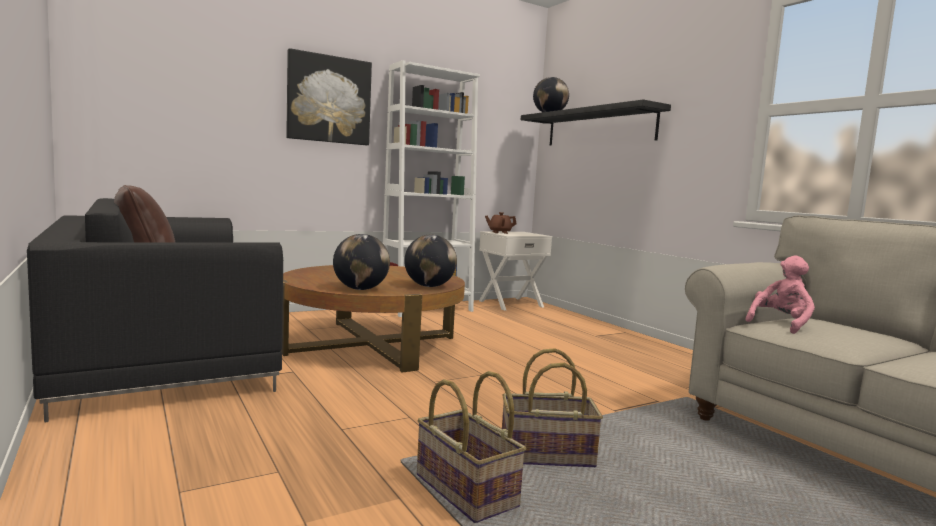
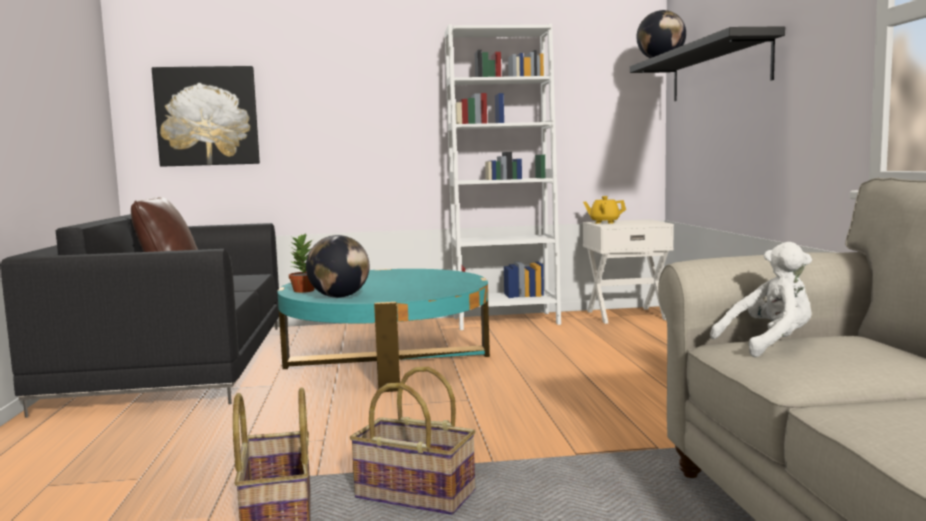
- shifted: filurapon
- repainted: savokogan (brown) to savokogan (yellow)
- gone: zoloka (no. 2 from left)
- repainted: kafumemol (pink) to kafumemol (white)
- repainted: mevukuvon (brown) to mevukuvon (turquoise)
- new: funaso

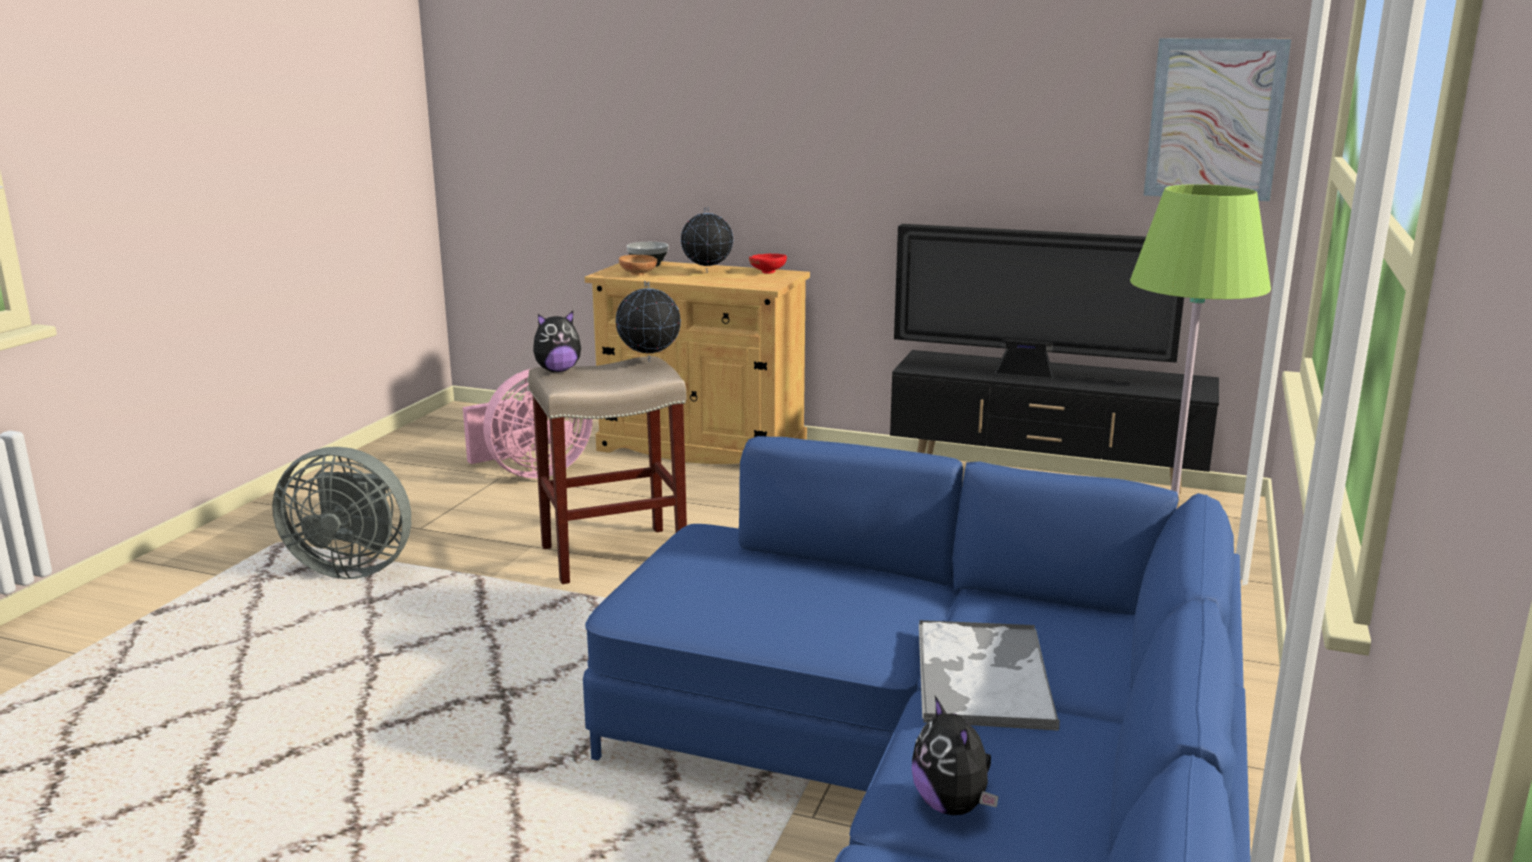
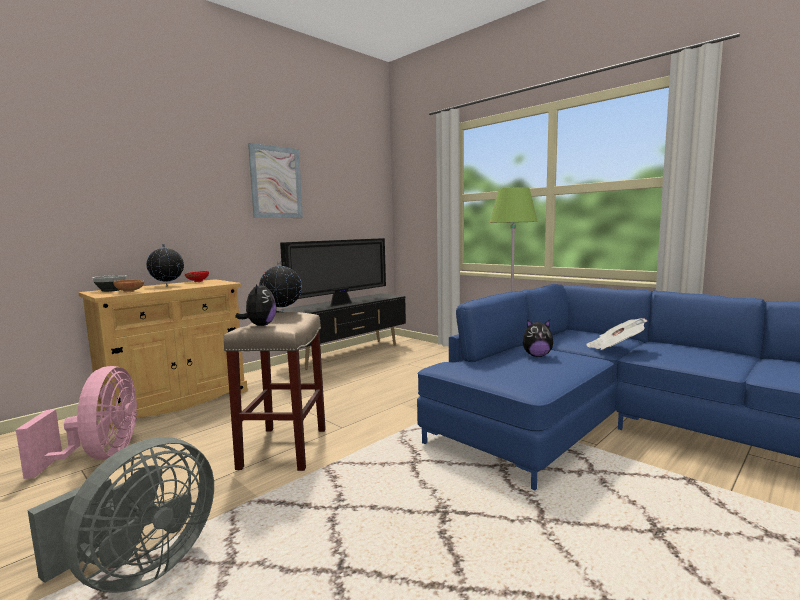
- shifted: filurapon
- swapped: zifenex to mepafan
- shifted: kafumemol (no. 2 from left)

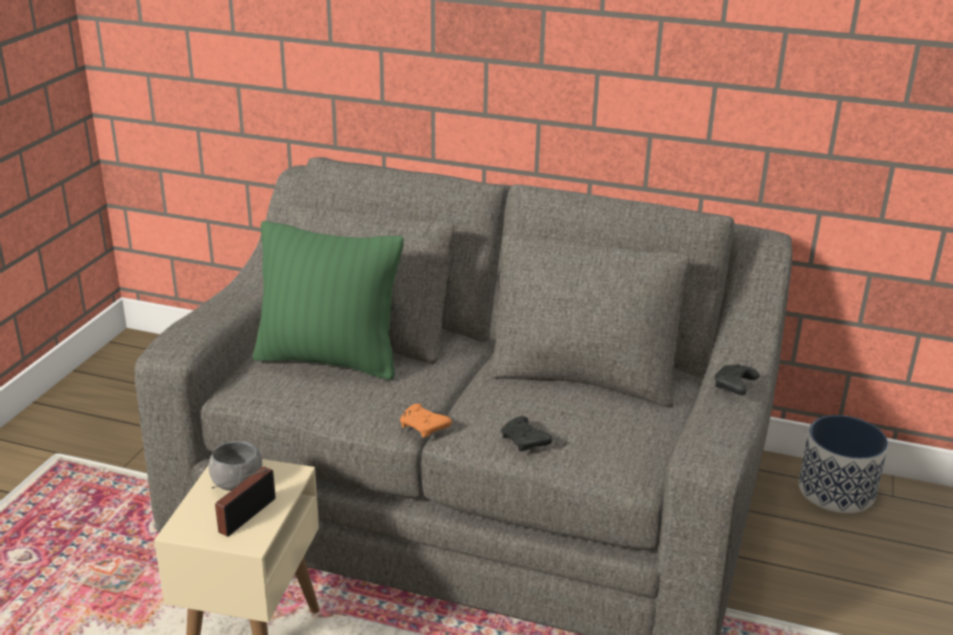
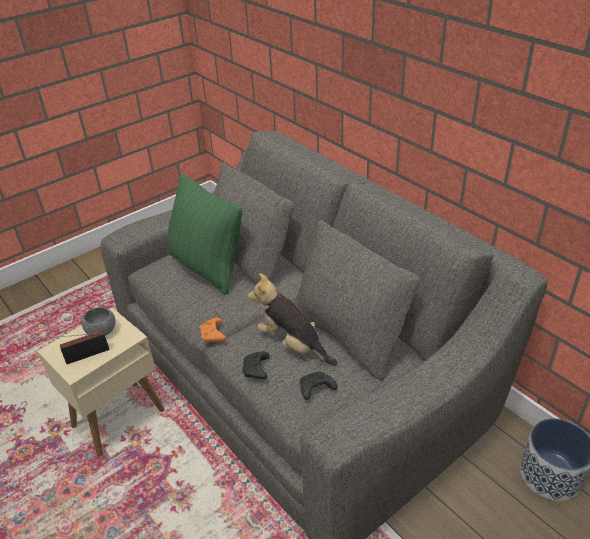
- shifted: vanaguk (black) (no. 2 from left)
- new: kafumemol

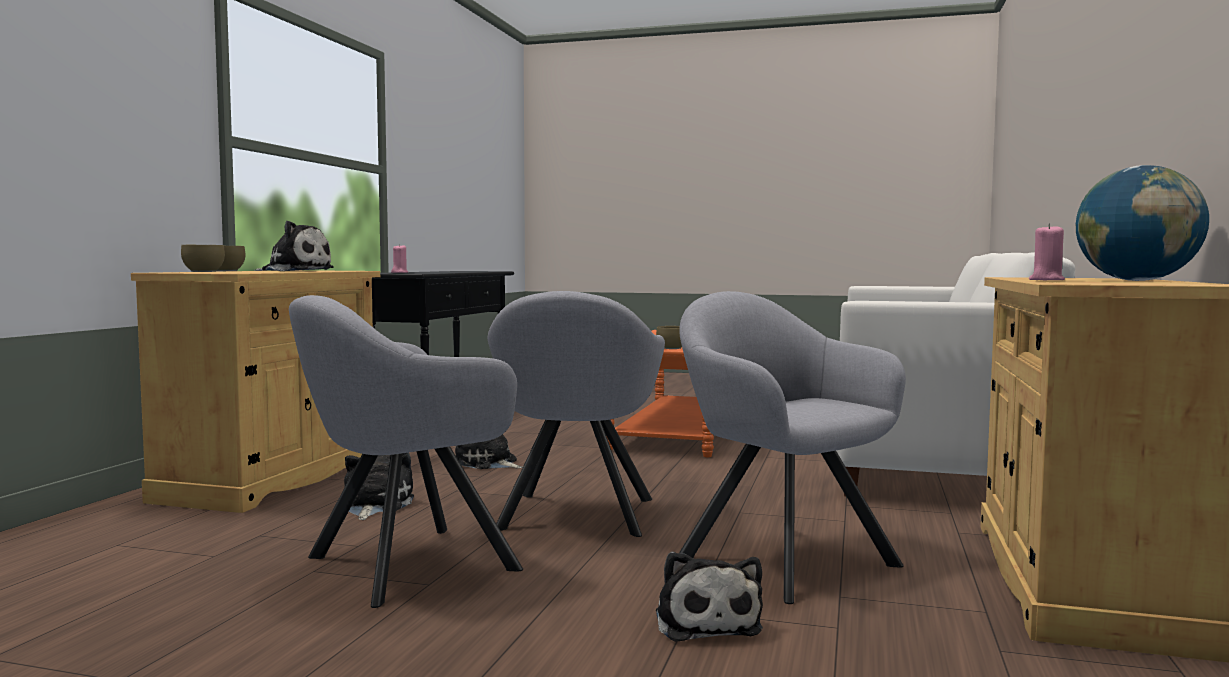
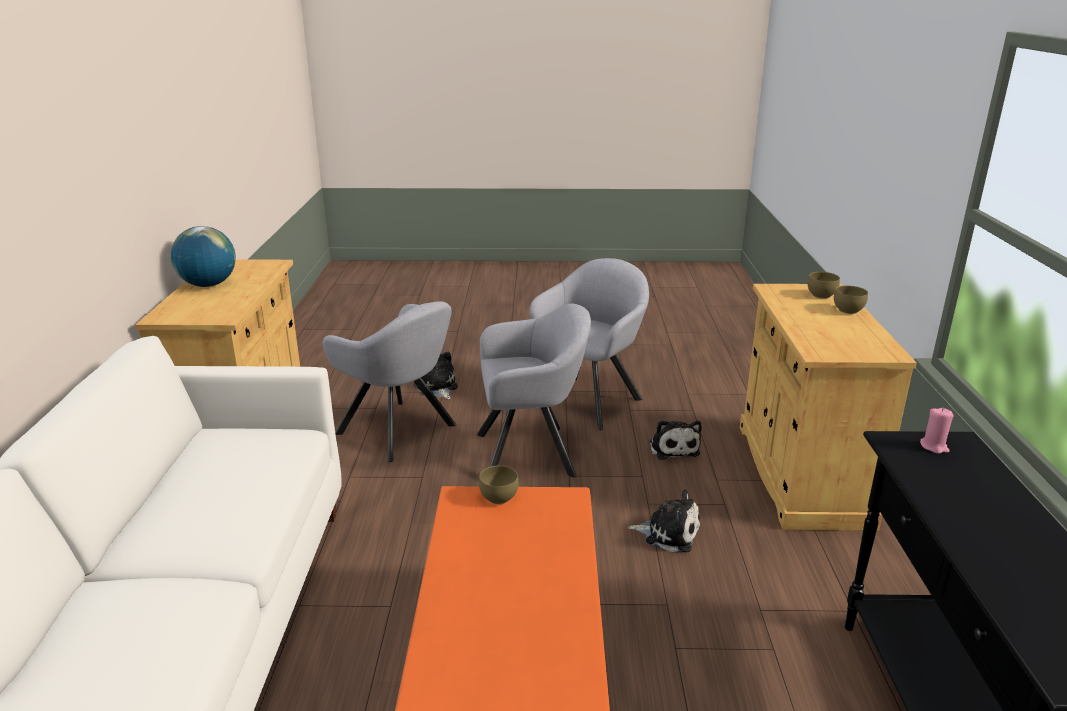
- gone: kafumemol (no. 1 from left)
- gone: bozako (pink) (no. 2 from left)
- rotated: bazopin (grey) (no. 2 from left) 90 degrees clockwise

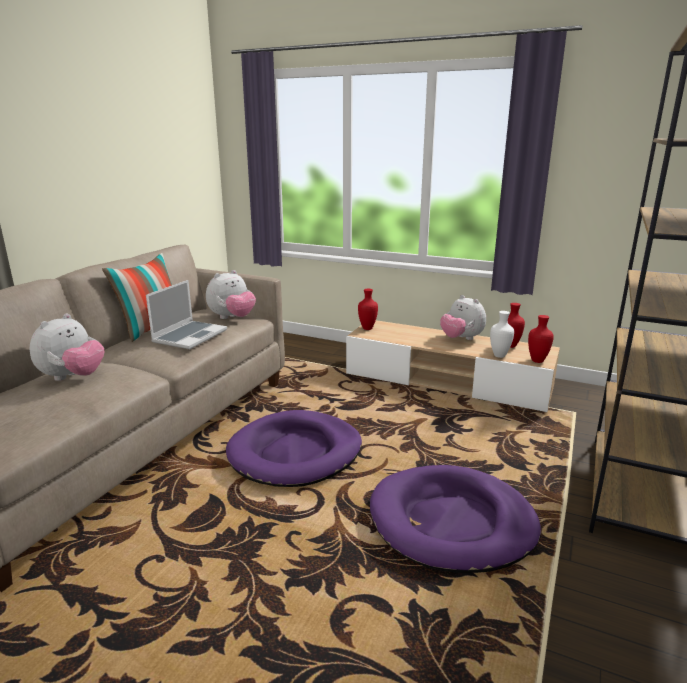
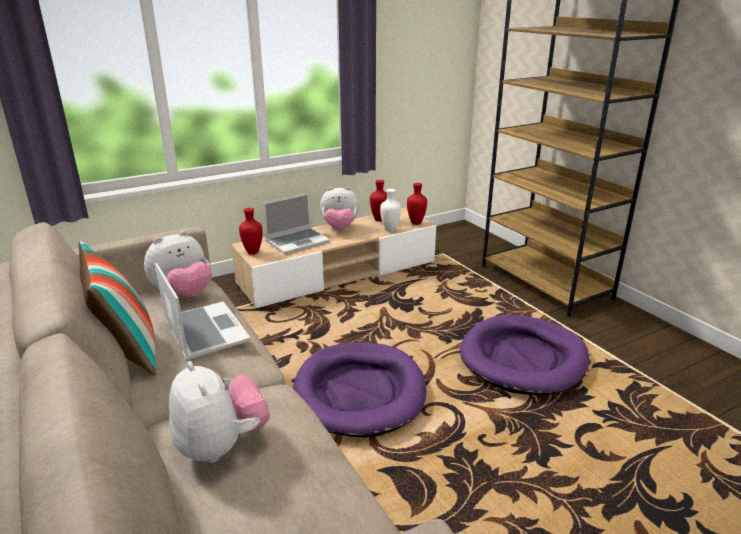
- rotated: kafumemol (no. 2 from left in the first image) 60 degrees clockwise
- new: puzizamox (no. 2 from left)

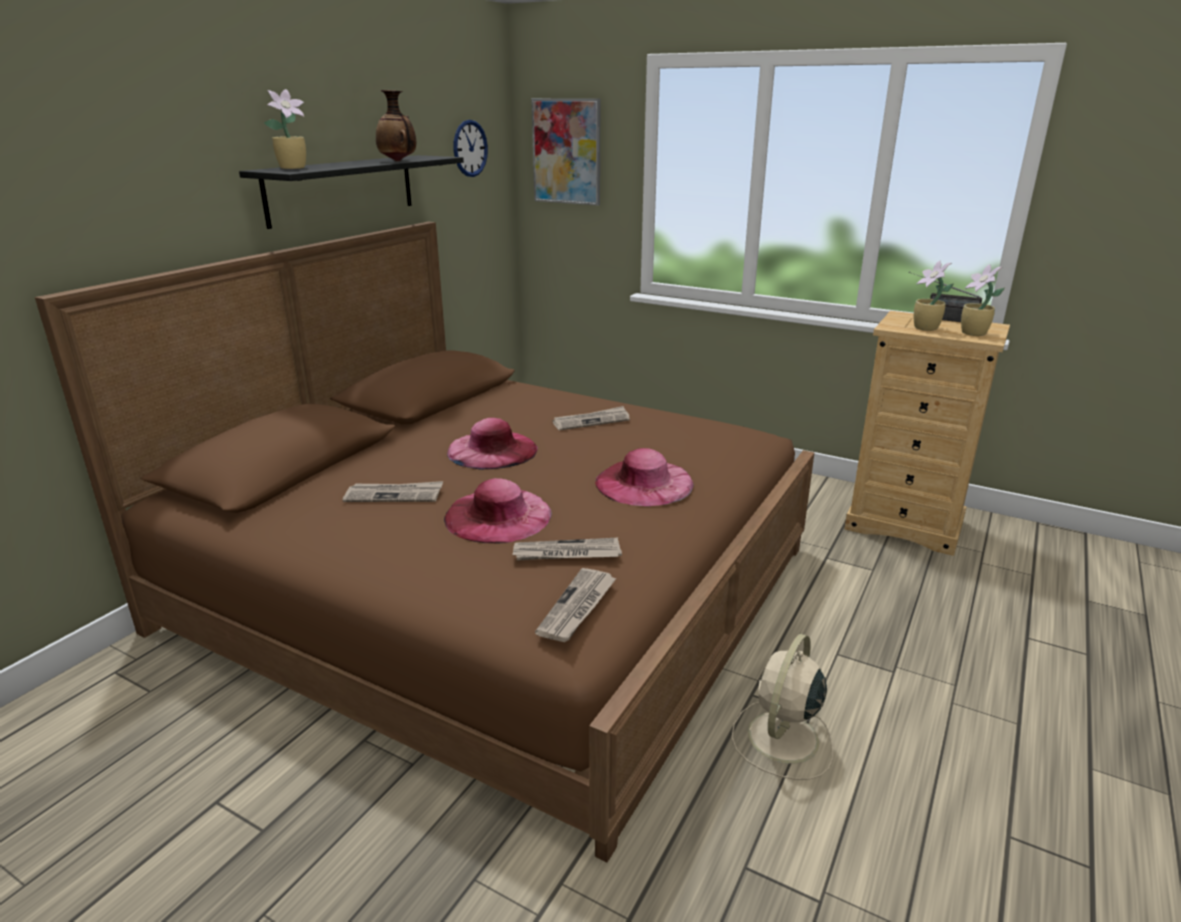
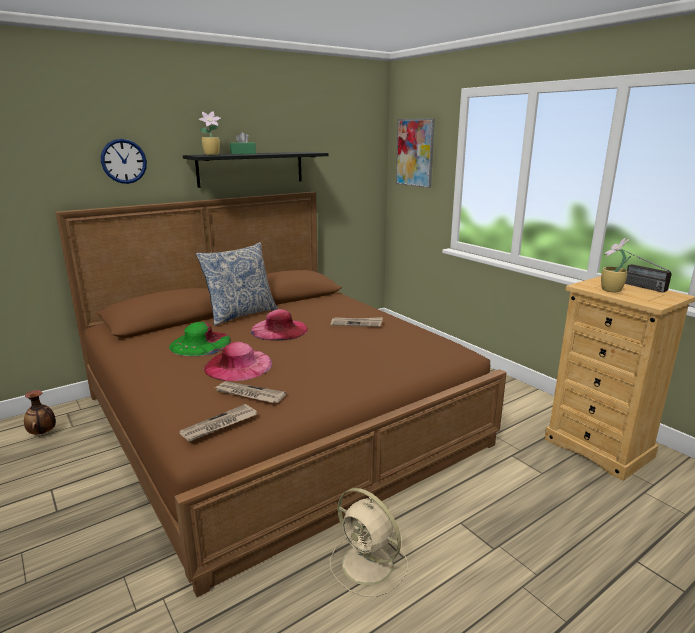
- shifted: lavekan
- shifted: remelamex
- gone: funaso (no. 3 from left)
- gone: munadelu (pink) (no. 3 from left)
- swapped: mepafan (no. 1 from left) to munadelu (green)
- rotated: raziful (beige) 105 degrees counterclockwise
- new: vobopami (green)
- new: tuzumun

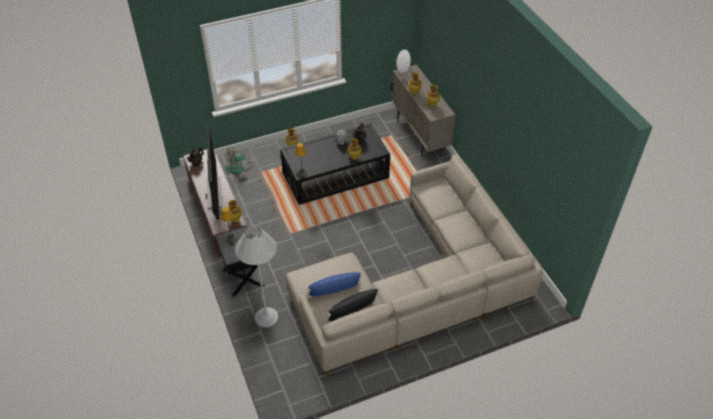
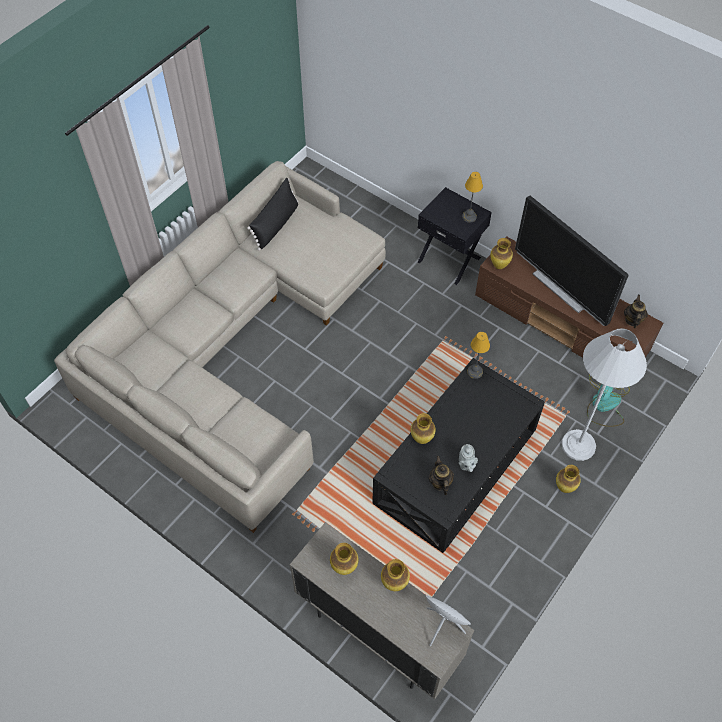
- shifted: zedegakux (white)
- gone: tuzumun (blue)

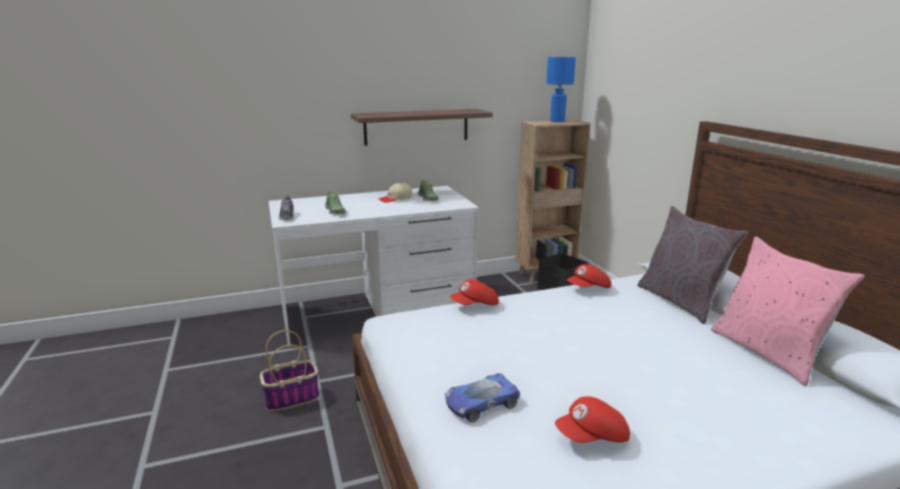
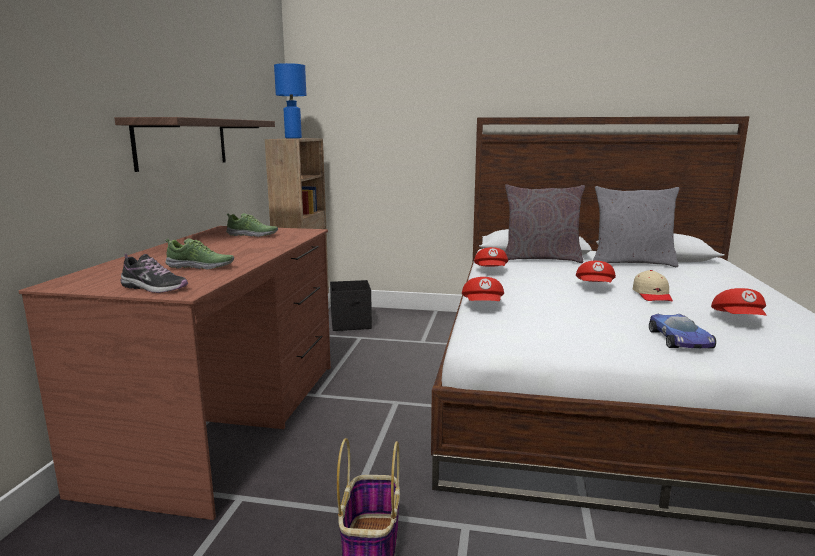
- shifted: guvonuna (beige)
- repainted: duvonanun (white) to duvonanun (brown)
- repainted: tuzumun (pink) to tuzumun (grey) (no. 2 from left)
- new: guvonuna (red) (no. 3 from left)

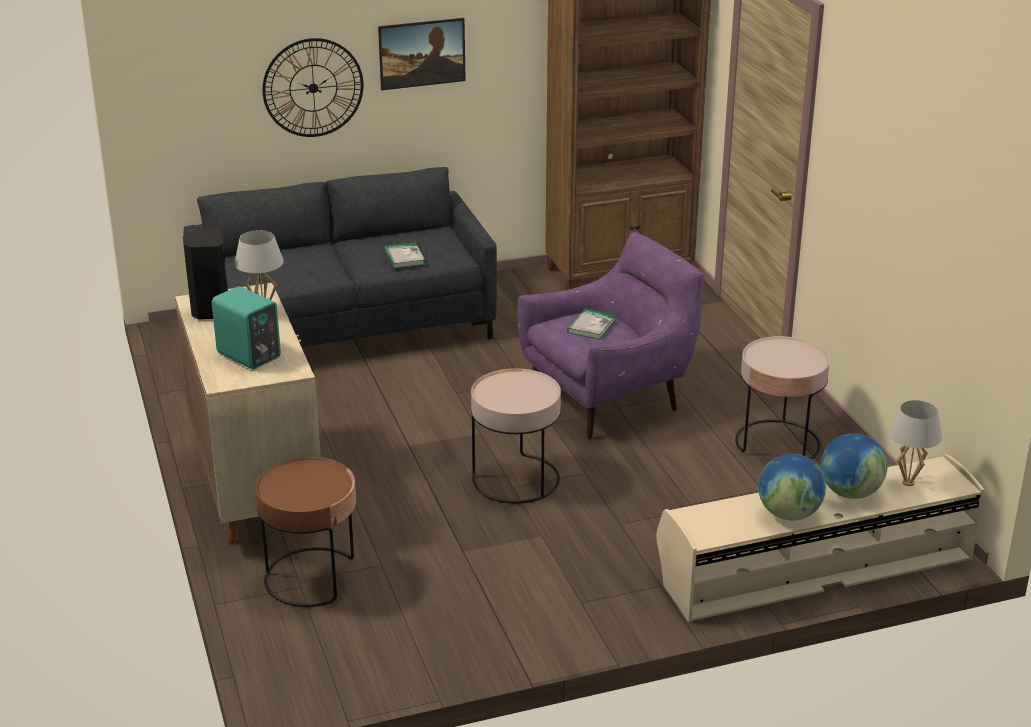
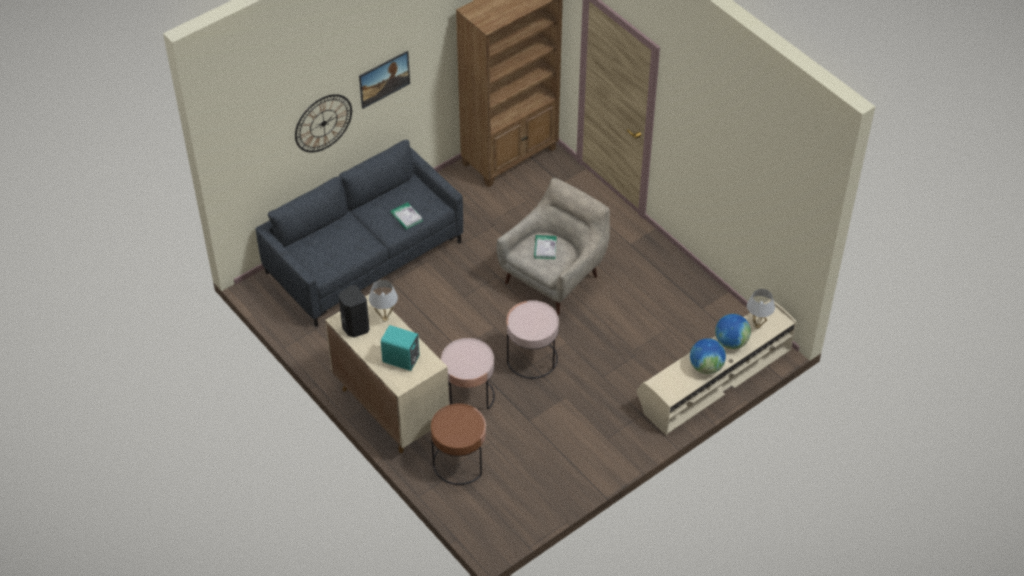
- repainted: bazopin (purple) to bazopin (beige)
- shifted: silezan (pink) (no. 2 from left in the first image) to silezan (pink) (no. 1 from left)

